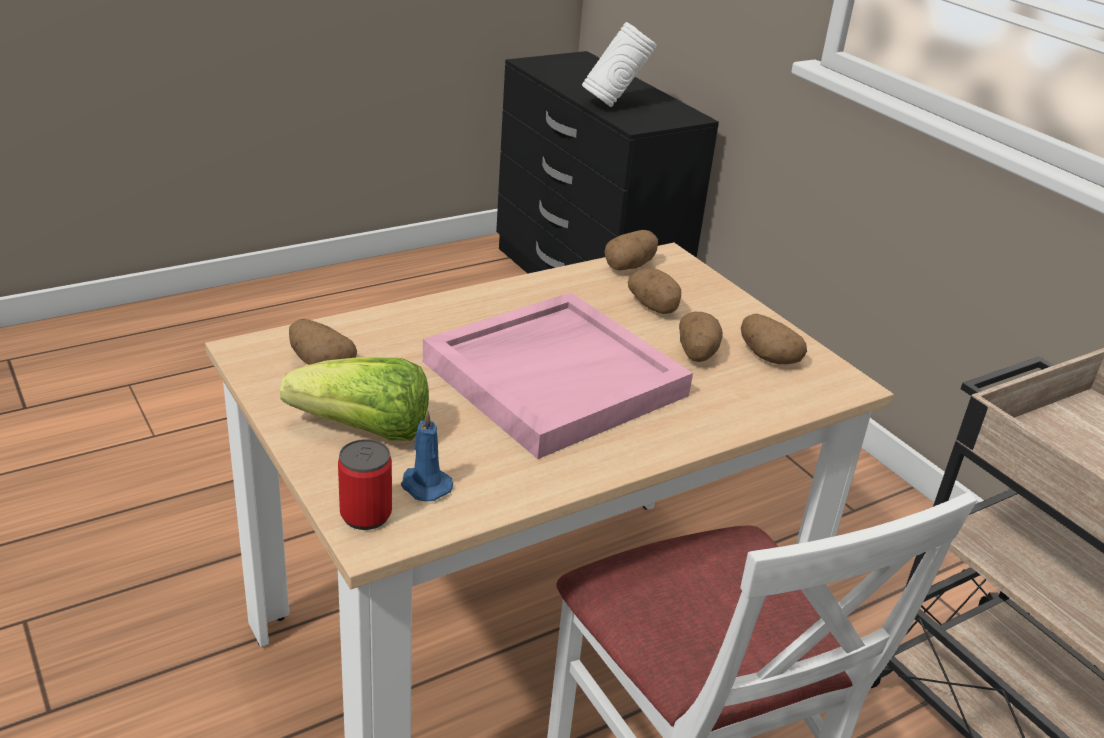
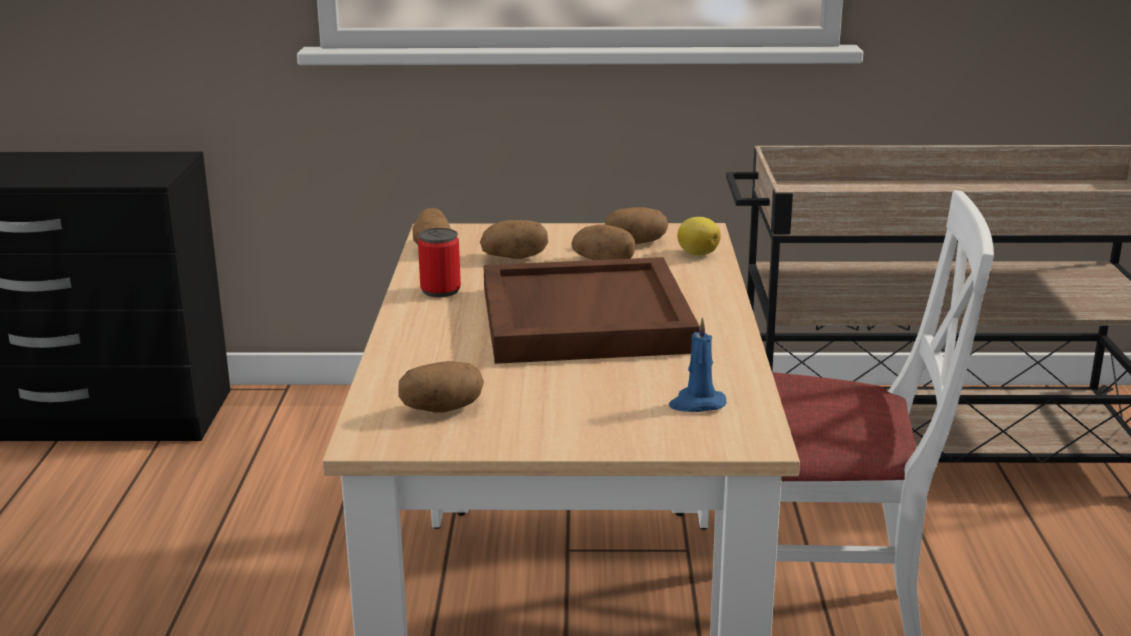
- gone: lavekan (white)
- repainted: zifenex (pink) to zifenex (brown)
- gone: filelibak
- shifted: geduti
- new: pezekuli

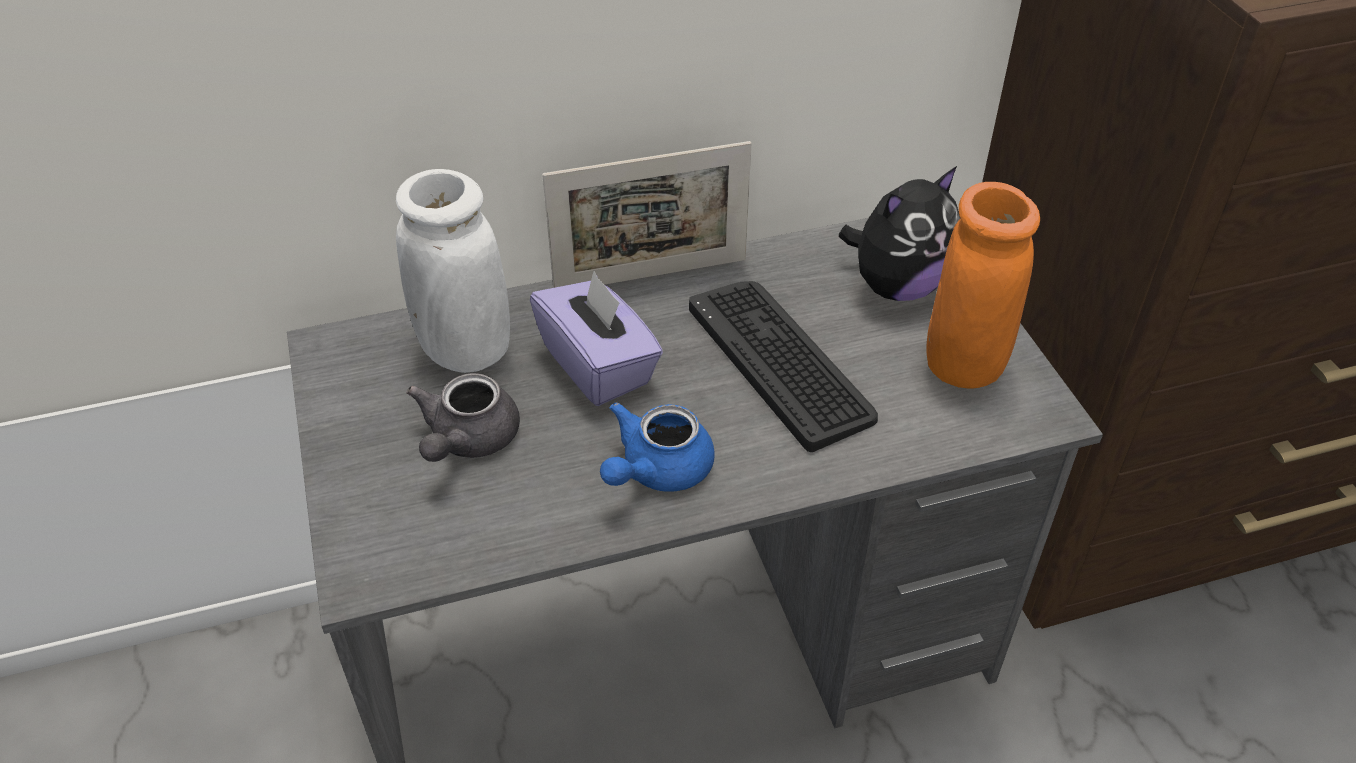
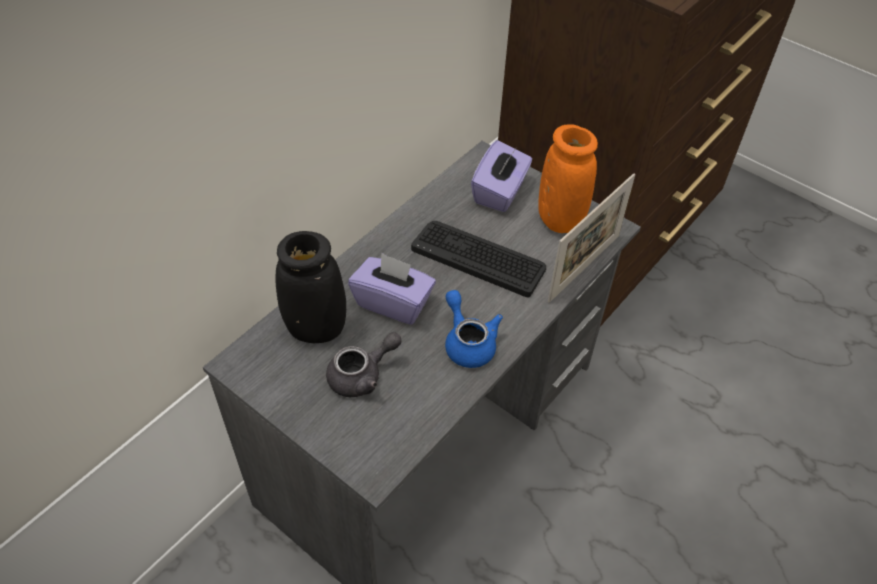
- shifted: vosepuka
- swapped: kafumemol to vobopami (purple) (no. 2 from left)
- repainted: lavekan (white) to lavekan (black)
- rotated: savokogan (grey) 105 degrees counterclockwise
- rotated: savokogan (blue) 150 degrees clockwise

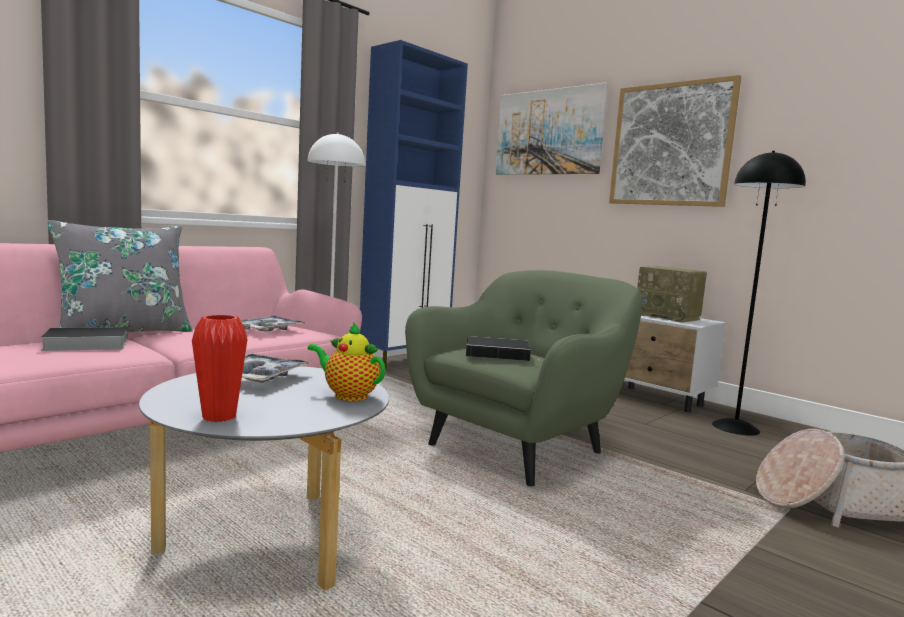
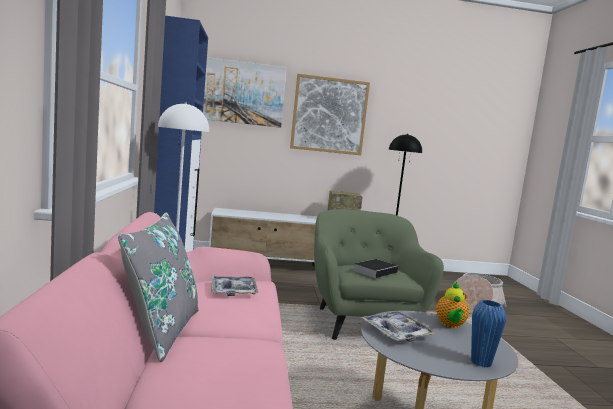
- repainted: lavekan (red) to lavekan (blue)
- rotated: savokogan 60 degrees counterclockwise
- gone: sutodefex (no. 1 from left)

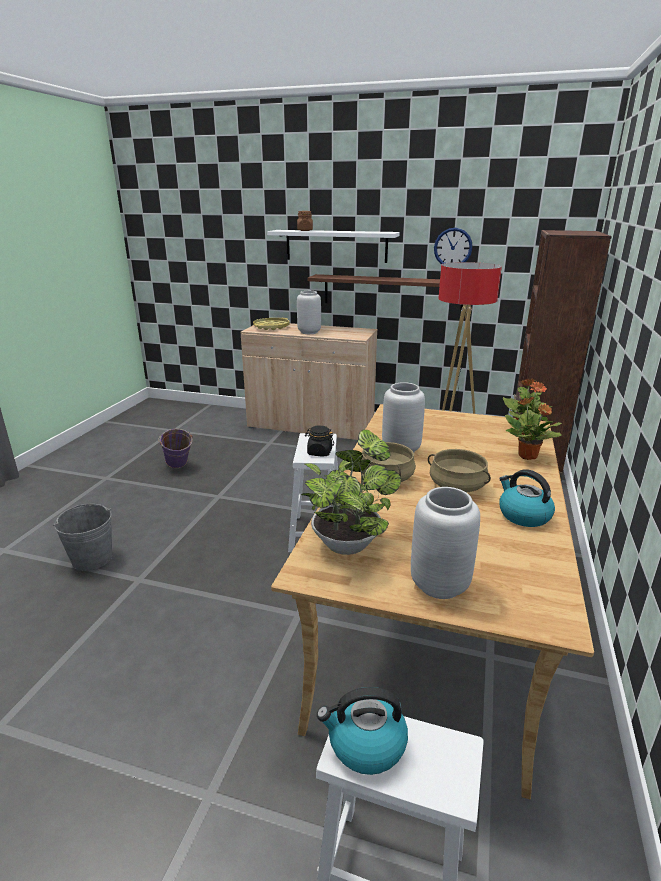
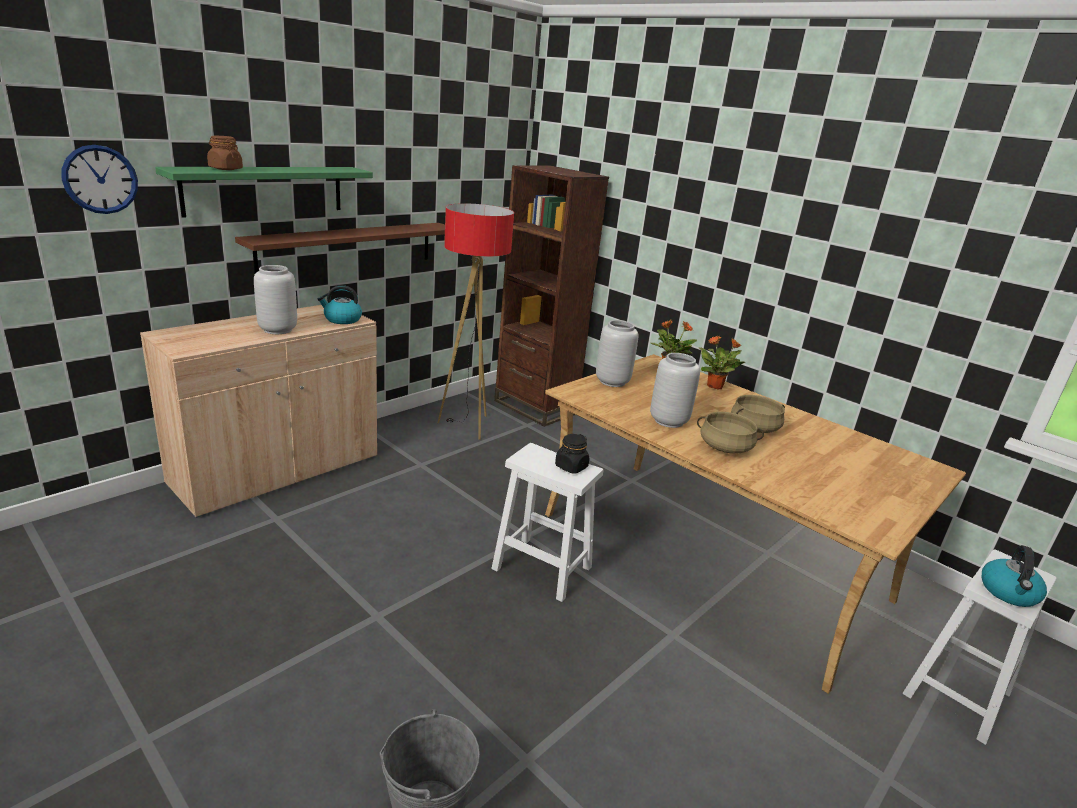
- shifted: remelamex
- repainted: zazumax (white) to zazumax (green)
- gone: zifenex (yellow)
- gone: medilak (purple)
- gone: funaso (no. 1 from left)
- shifted: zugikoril (no. 2 from left in the first image) to zugikoril (no. 1 from left)
- shifted: lavekan (grey) (no. 3 from left in the first image) to lavekan (grey) (no. 2 from left)

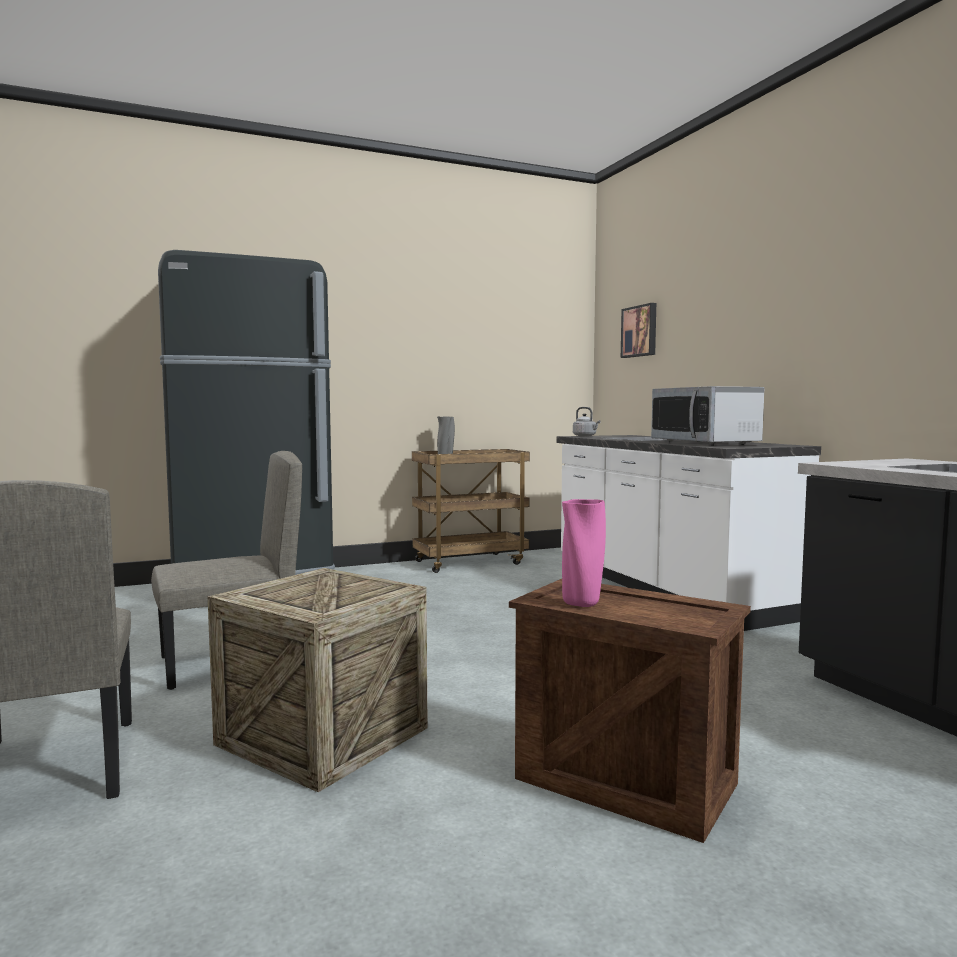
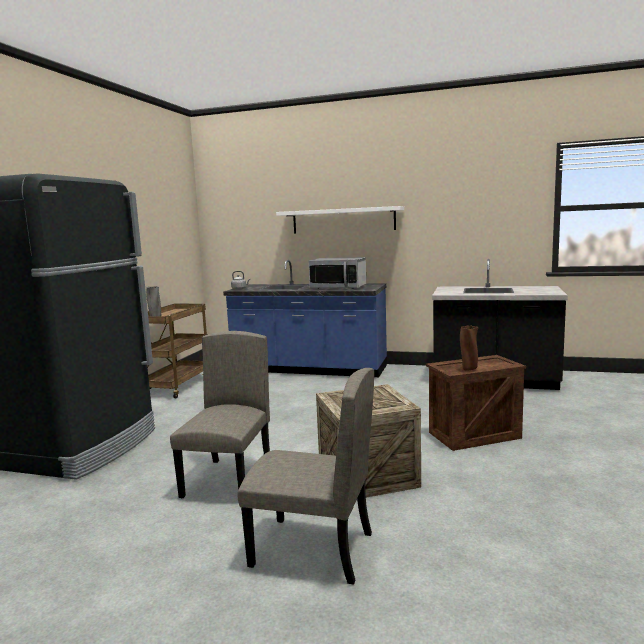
- gone: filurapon
- repainted: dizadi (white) to dizadi (blue)
- repainted: lavekan (pink) to lavekan (brown)
- new: zazumax (white)

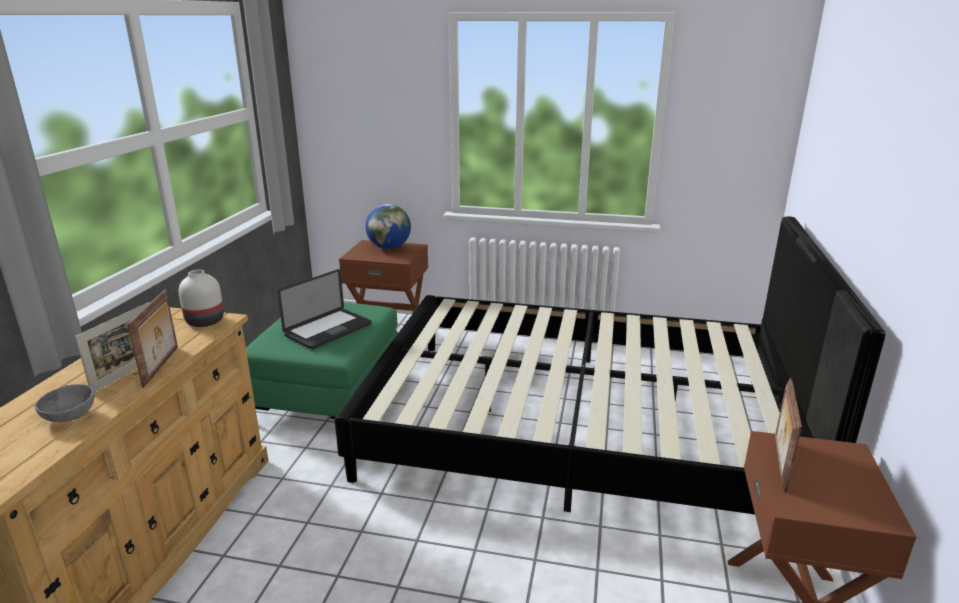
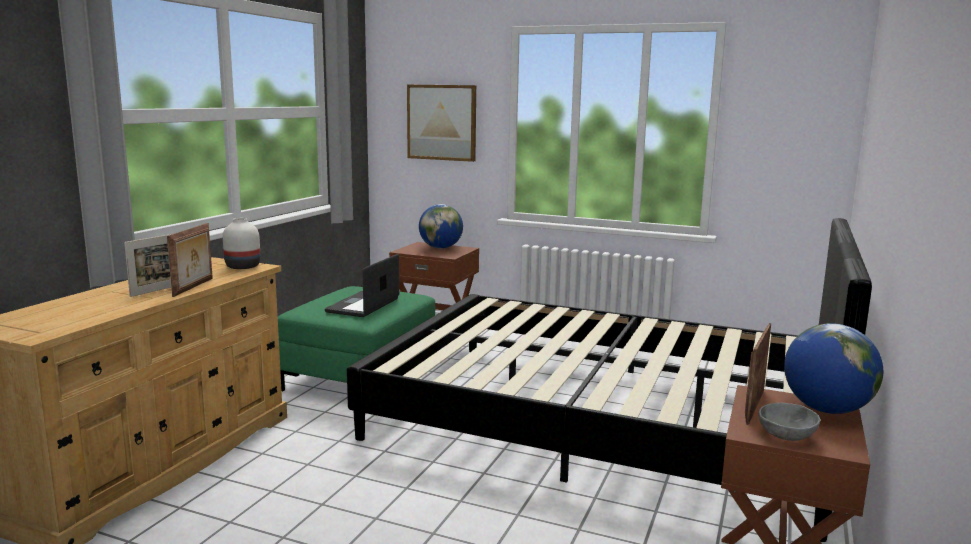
- rotated: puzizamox 150 degrees clockwise
- shifted: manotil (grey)
- new: filurapon
- new: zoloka (no. 2 from left)

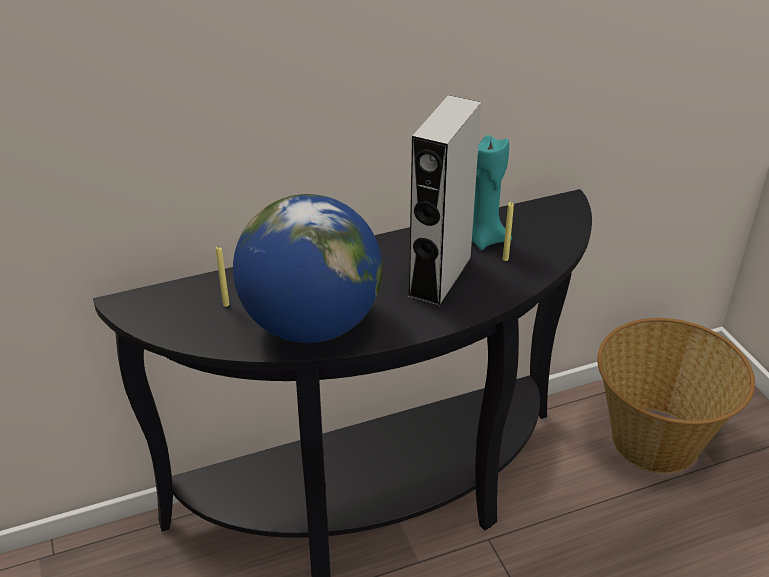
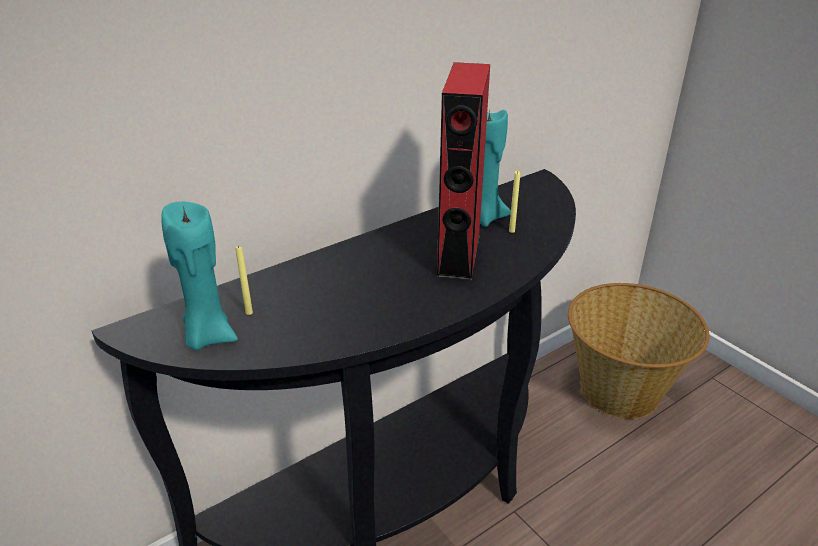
- repainted: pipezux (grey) to pipezux (red)
- gone: zoloka
- new: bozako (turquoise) (no. 1 from left)

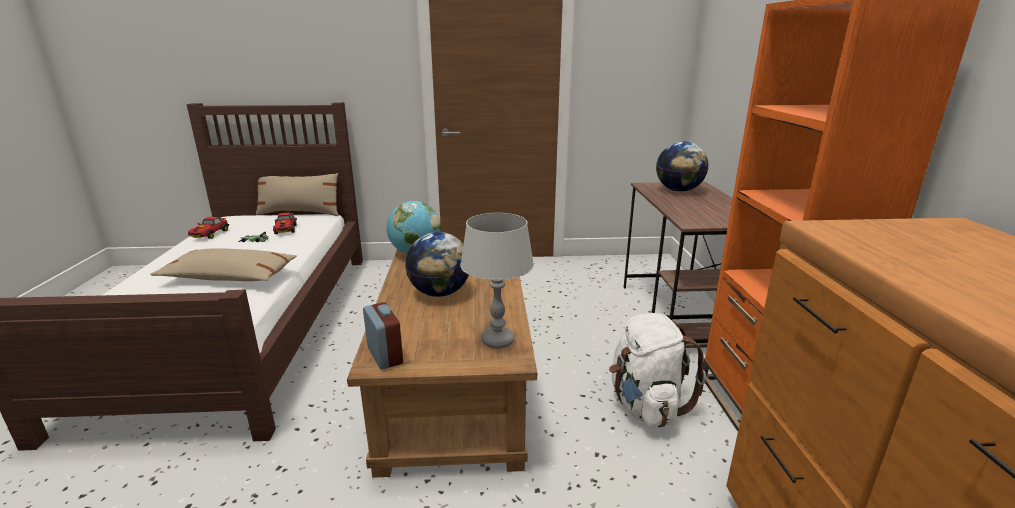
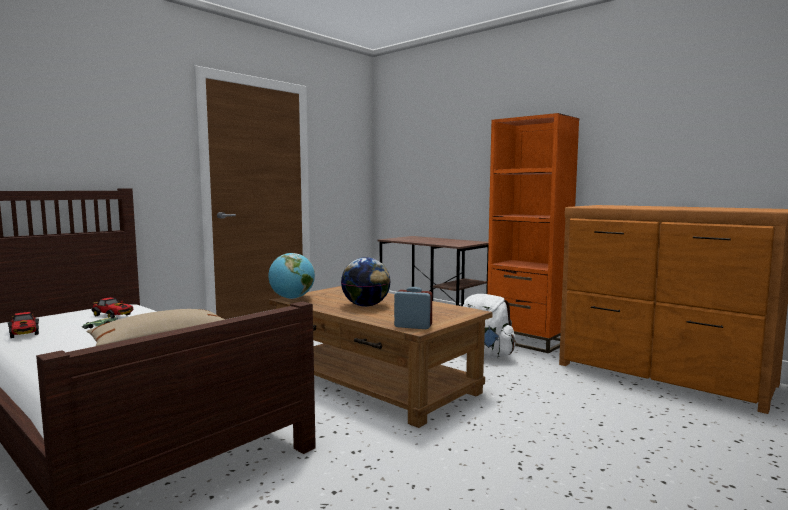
- gone: zoloka (no. 3 from left)
- gone: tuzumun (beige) (no. 2 from left)
- gone: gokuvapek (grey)

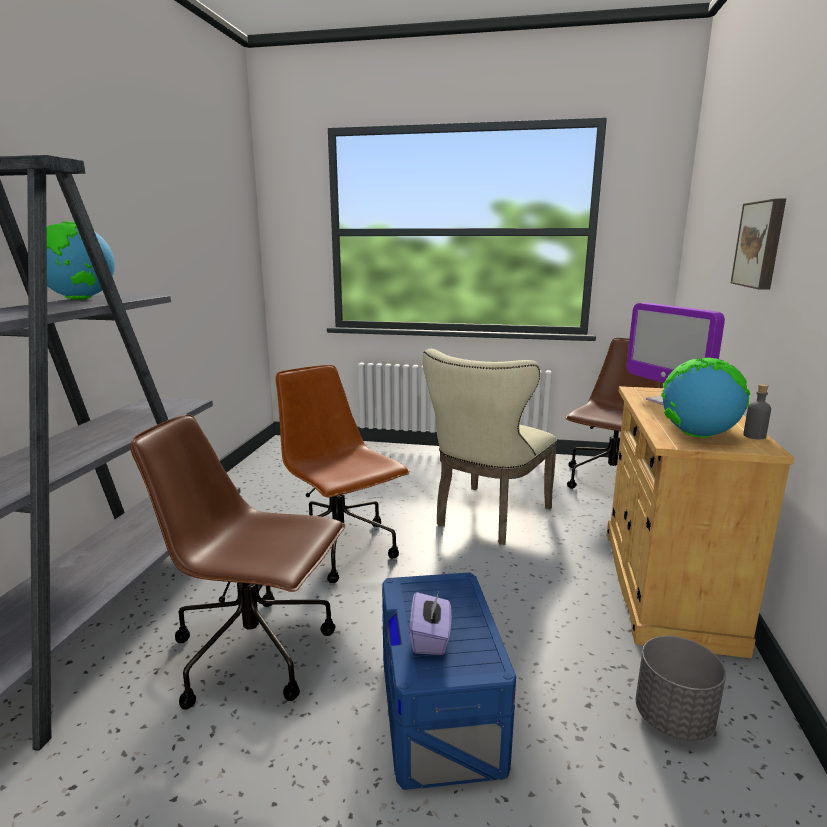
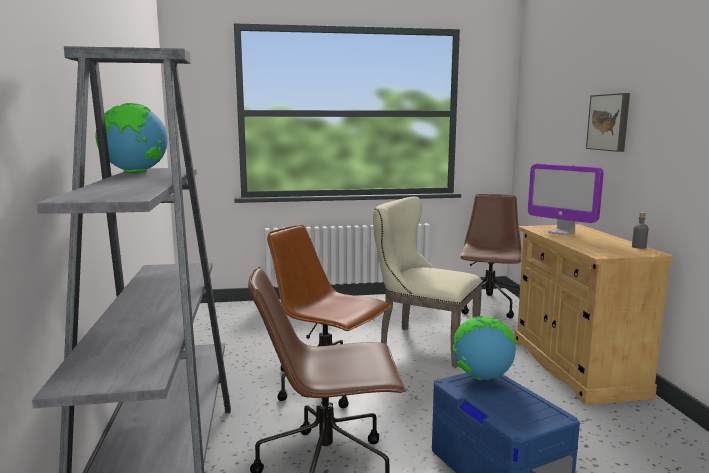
- rotated: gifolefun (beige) 105 degrees clockwise
- shifted: zoloka (no. 2 from left)
- gone: vobopami (purple)
- gone: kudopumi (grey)

